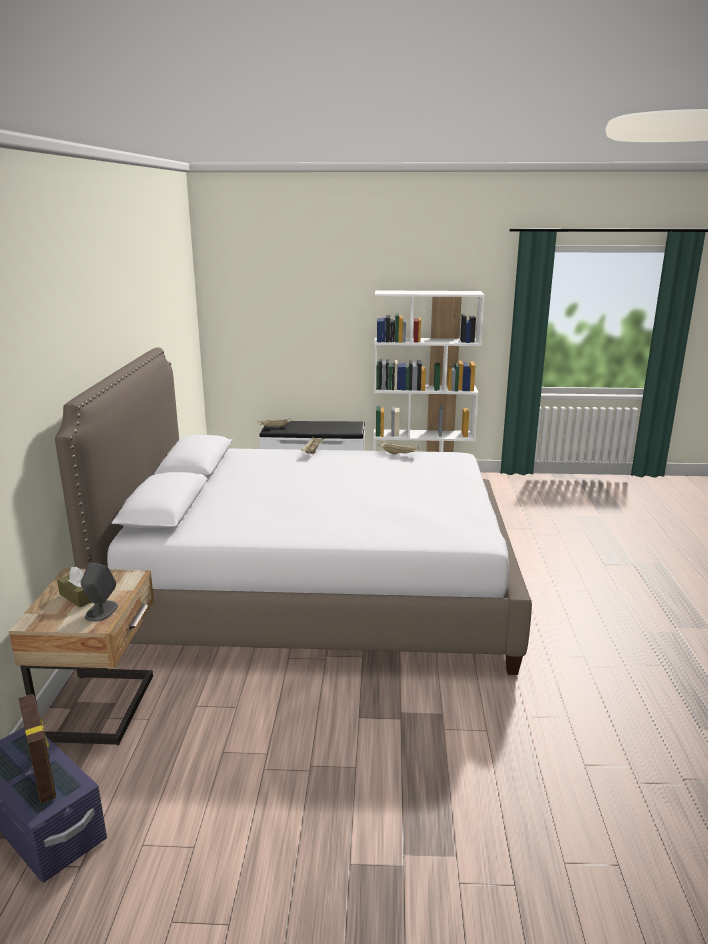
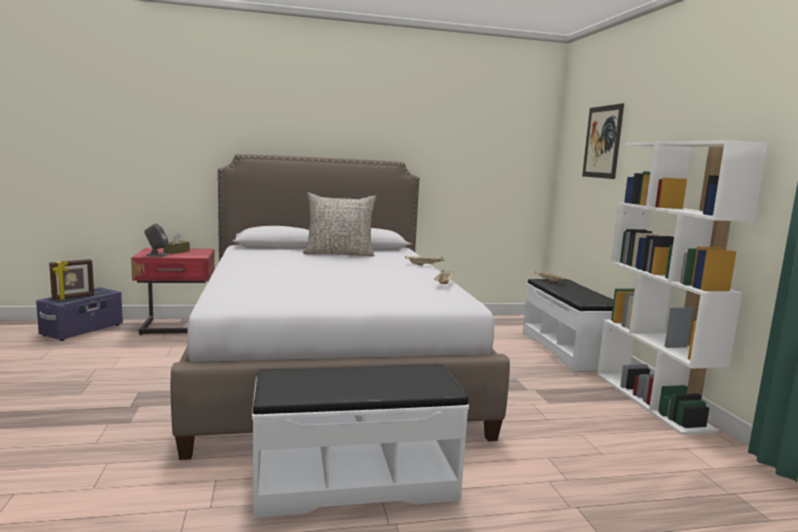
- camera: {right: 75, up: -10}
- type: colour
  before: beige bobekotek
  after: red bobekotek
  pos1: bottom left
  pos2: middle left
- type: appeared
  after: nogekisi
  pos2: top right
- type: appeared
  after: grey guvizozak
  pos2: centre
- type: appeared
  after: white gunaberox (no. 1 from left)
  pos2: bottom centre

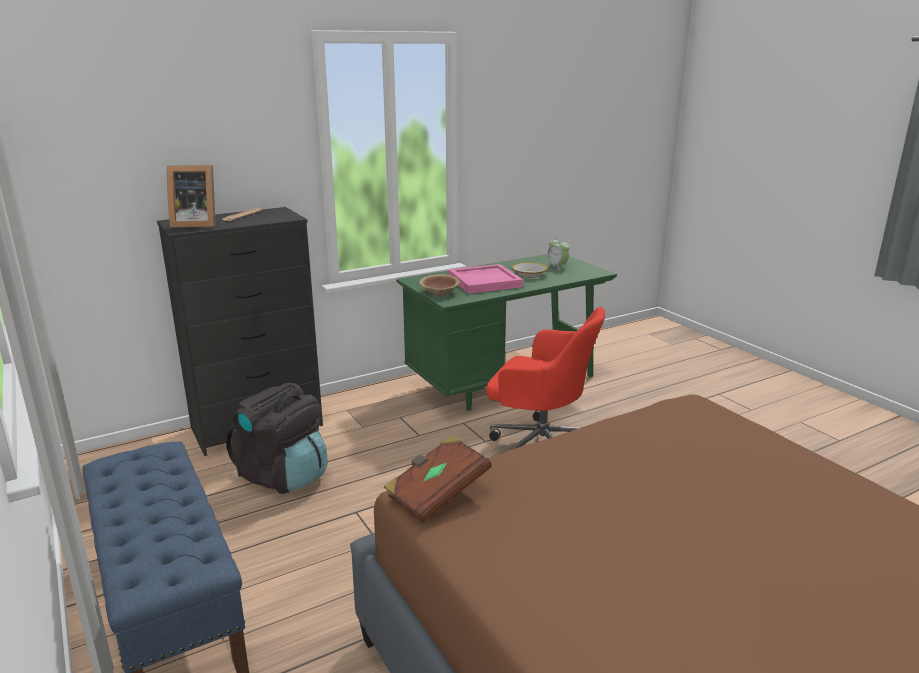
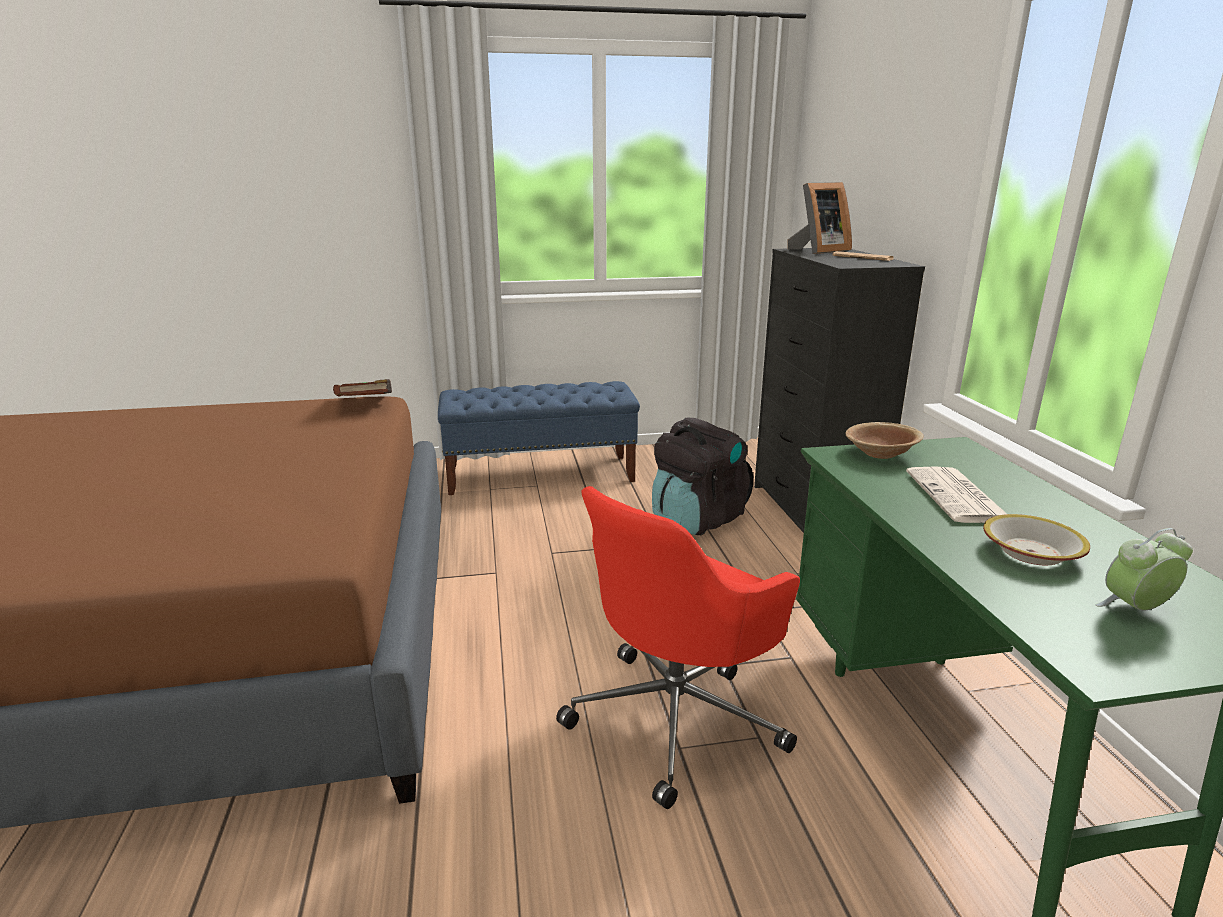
- camera: {right: 110, up: 0}
- type: spun
  before: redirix
  pos1: top left
  pos2: top right
  turn: -135
- type: exchanged
  before: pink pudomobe
  after: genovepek (no. 2 from left)
  pos1: centre
  pos2: middle right

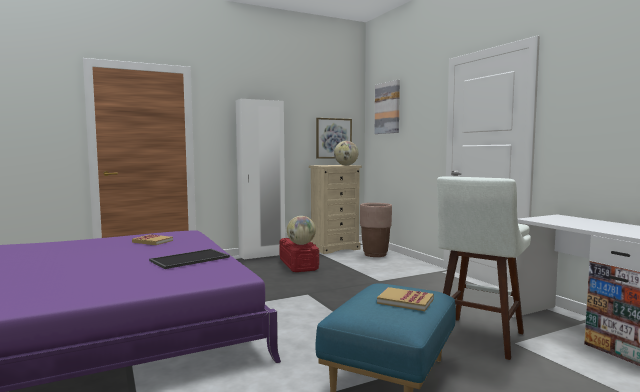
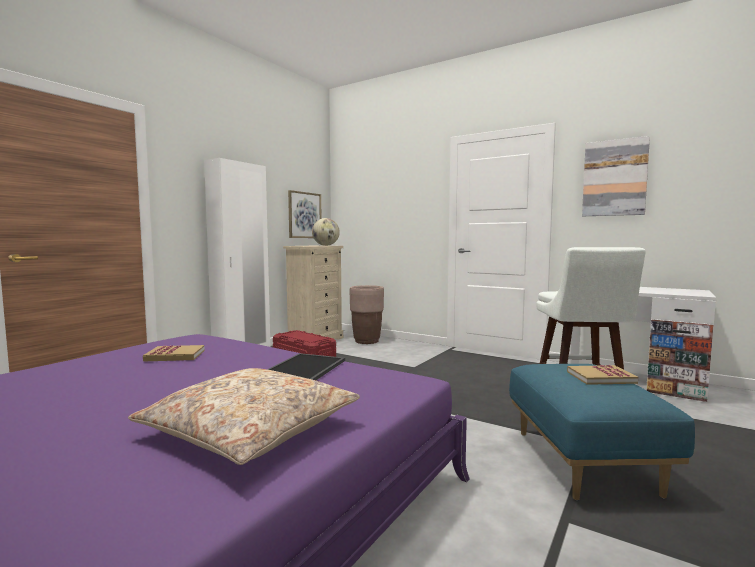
- camera: {right: -30, up: 0}
- type: relocated
  before: nogekisi (no. 2 from left)
  pos1: top centre
  pos2: top right
- type: missing
  before: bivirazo (no. 1 from left)
  pos1: centre
- type: appeared
  after: beige guvizozak
  pos2: bottom left

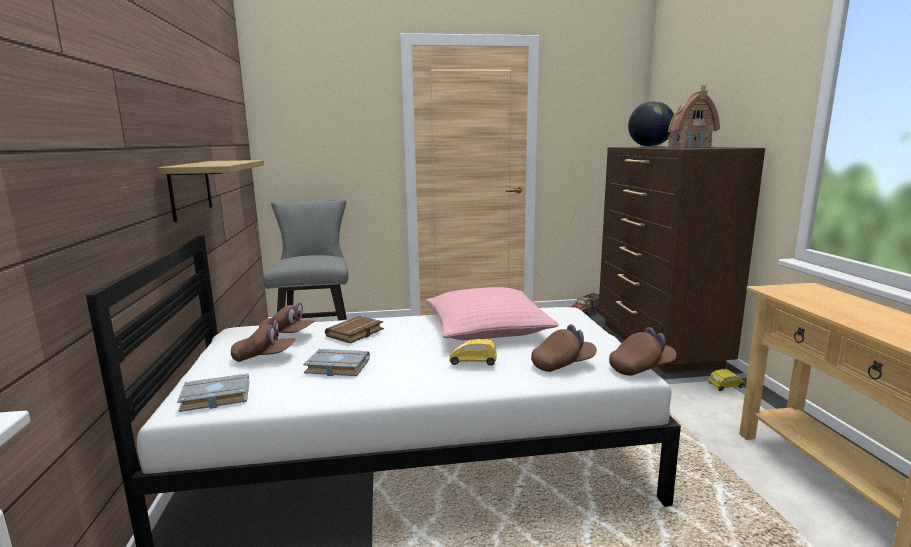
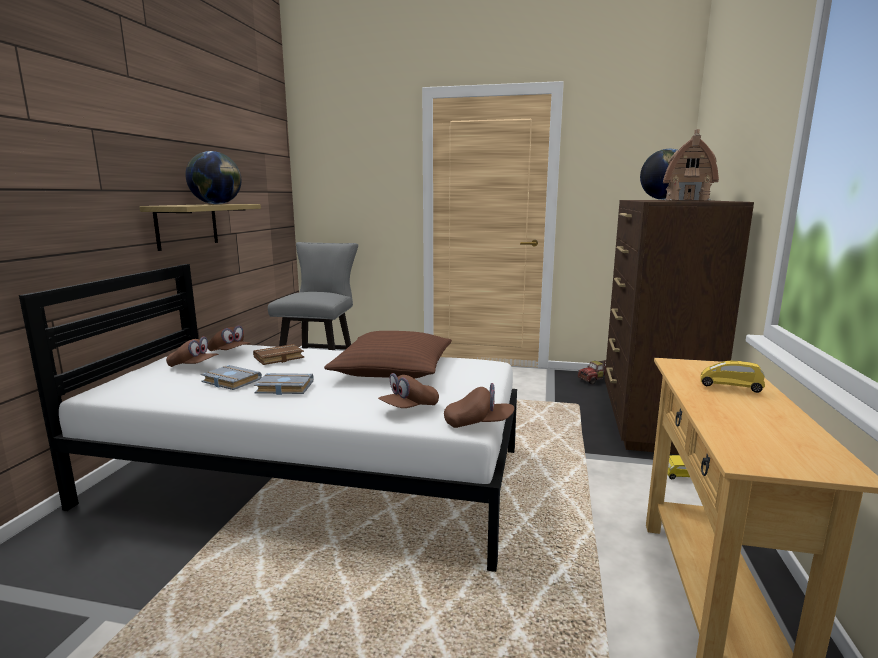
- camera: {right: 20, up: 0}
- type: colour
  before: pink guvizozak
  after: brown guvizozak
  pos1: centre
  pos2: centre
- type: spun
  before: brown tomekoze (no. 3 from left)
  pos1: centre
  pos2: centre
  turn: 135
- type: relocated
  before: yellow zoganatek (no. 1 from left in the first image)
  after: yellow zoganatek (no. 2 from left)
  pos1: centre
  pos2: middle right
- type: relocated
  before: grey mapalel (no. 1 from left in the first image)
  after: grey mapalel (no. 2 from left)
  pos1: bottom left
  pos2: middle left
- type: appeared
  after: bivirazo (no. 1 from left)
  pos2: top left

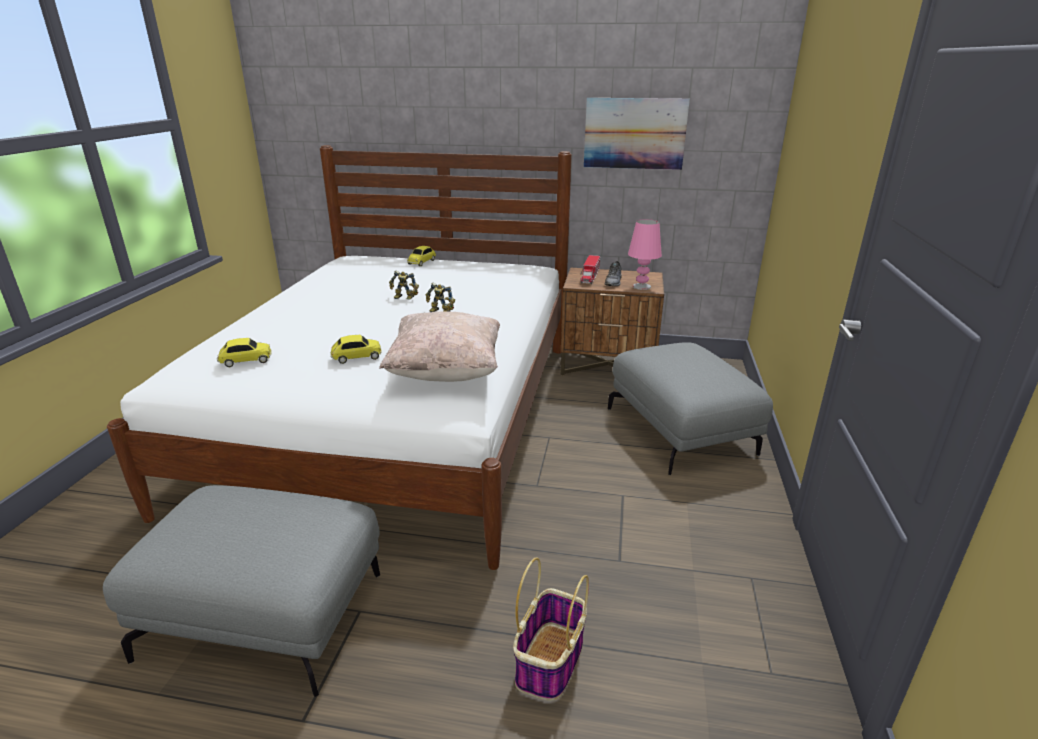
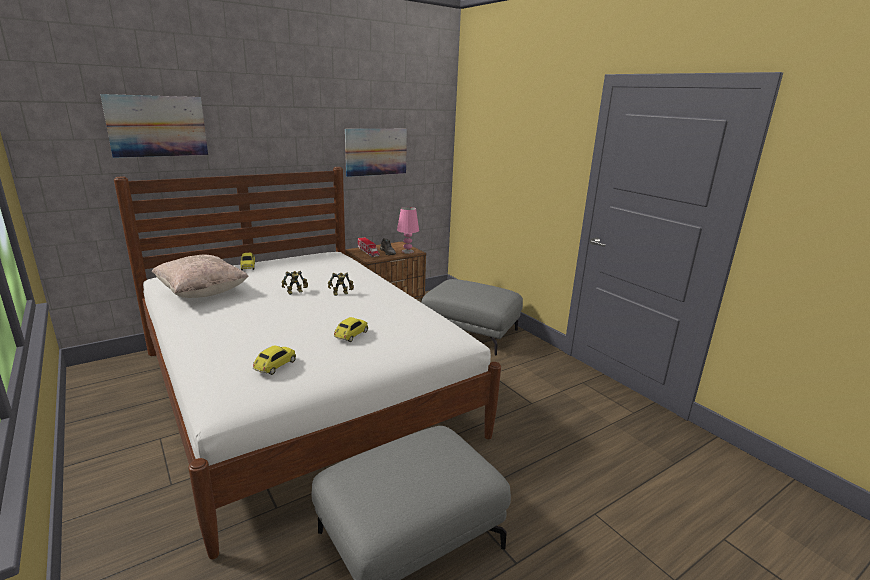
- camera: {right: -45, up: -5}
- type: relocated
  before: beige guvizozak
  pos1: centre
  pos2: middle left
- type: missing
  before: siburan
  pos1: bottom centre
- type: appeared
  after: nogekisi (no. 1 from left)
  pos2: top left

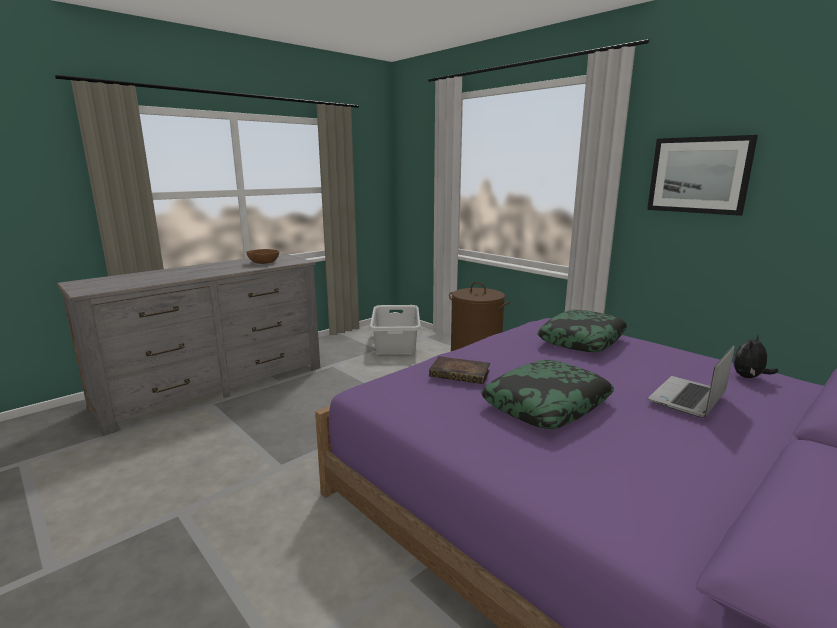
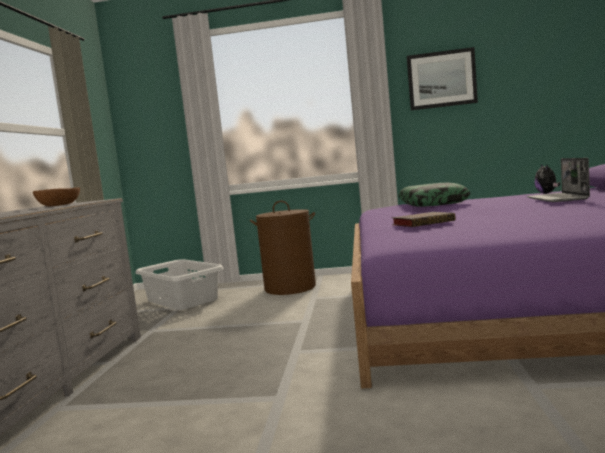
- camera: {right: -40, up: -10}
- type: missing
  before: guvizozak (no. 1 from left)
  pos1: centre

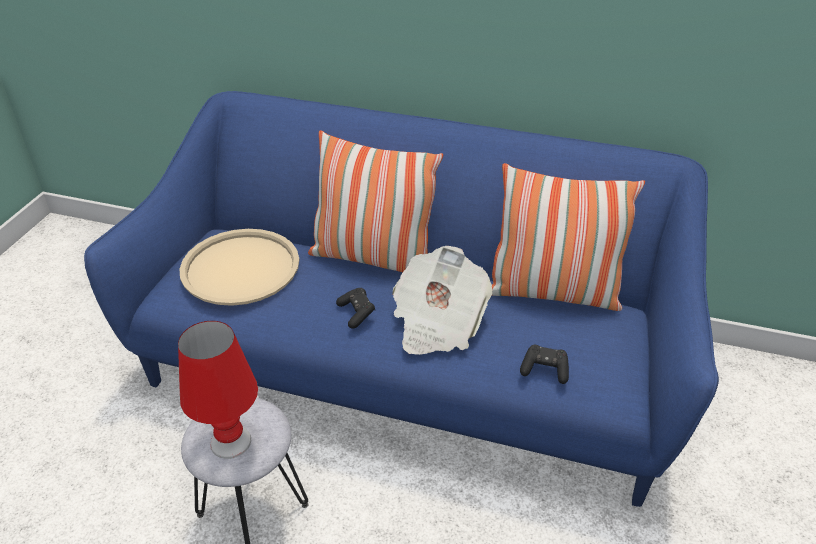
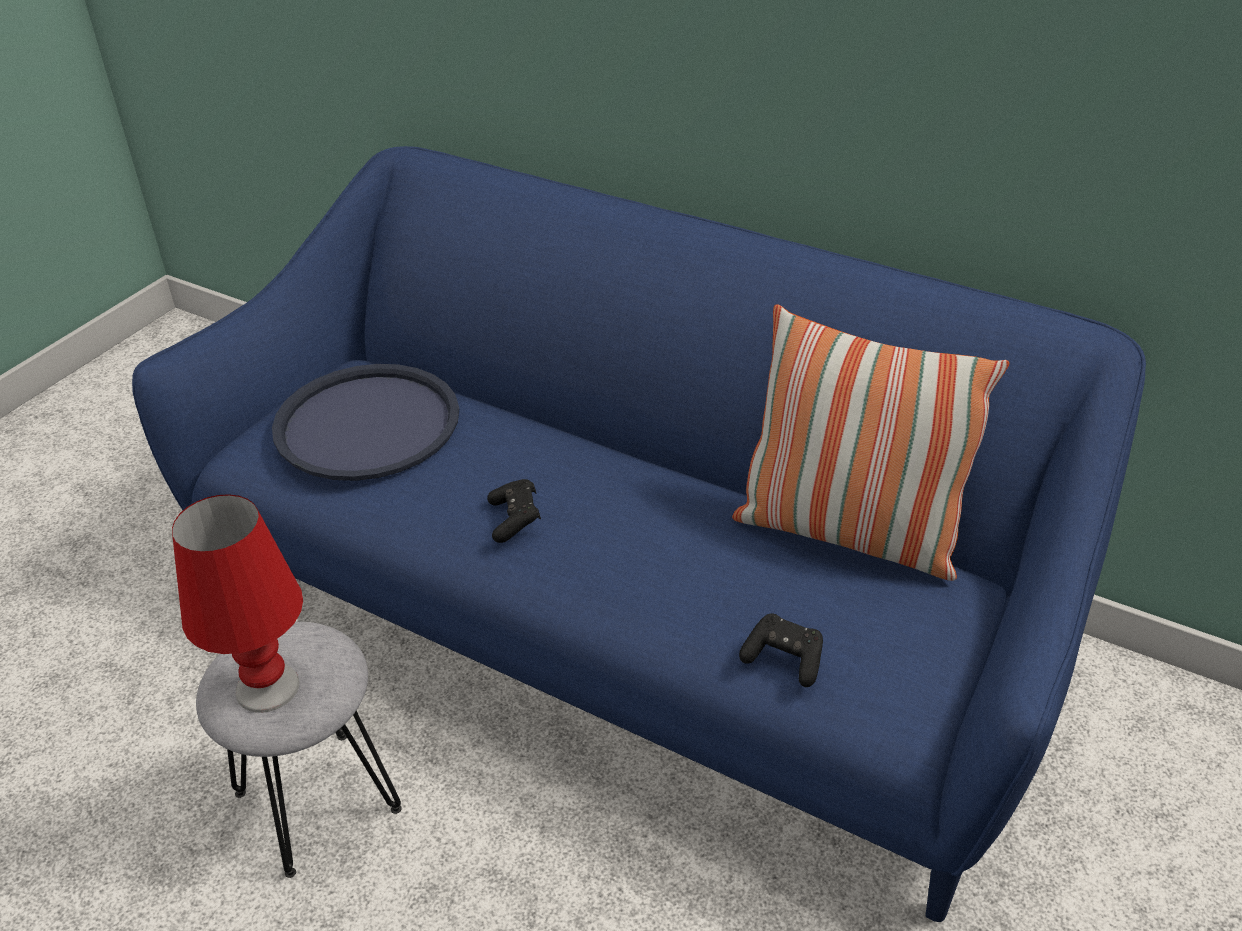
- camera: {right: 15, up: 0}
- type: missing
  before: guvizozak (no. 1 from left)
  pos1: centre
- type: colour
  before: beige pudomobe
  after: blue pudomobe
  pos1: middle left
  pos2: middle left
- type: missing
  before: genovepek
  pos1: centre

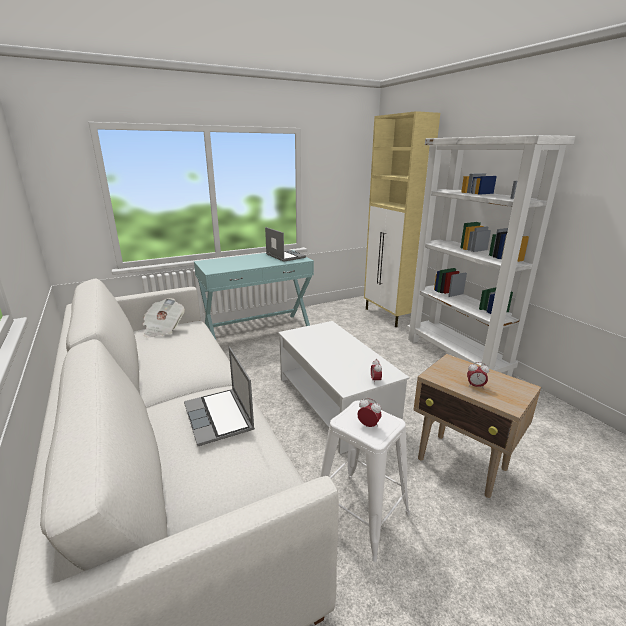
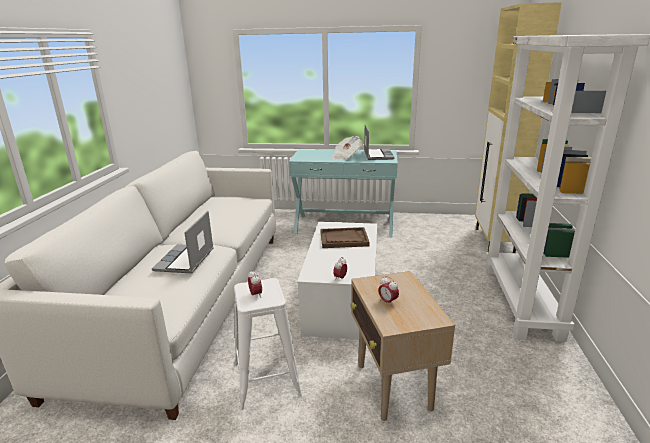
- camera: {right: 35, up: 0}
- type: relocated
  before: genovepek
  pos1: middle left
  pos2: top centre
- type: appeared
  after: brown pudomobe
  pos2: centre

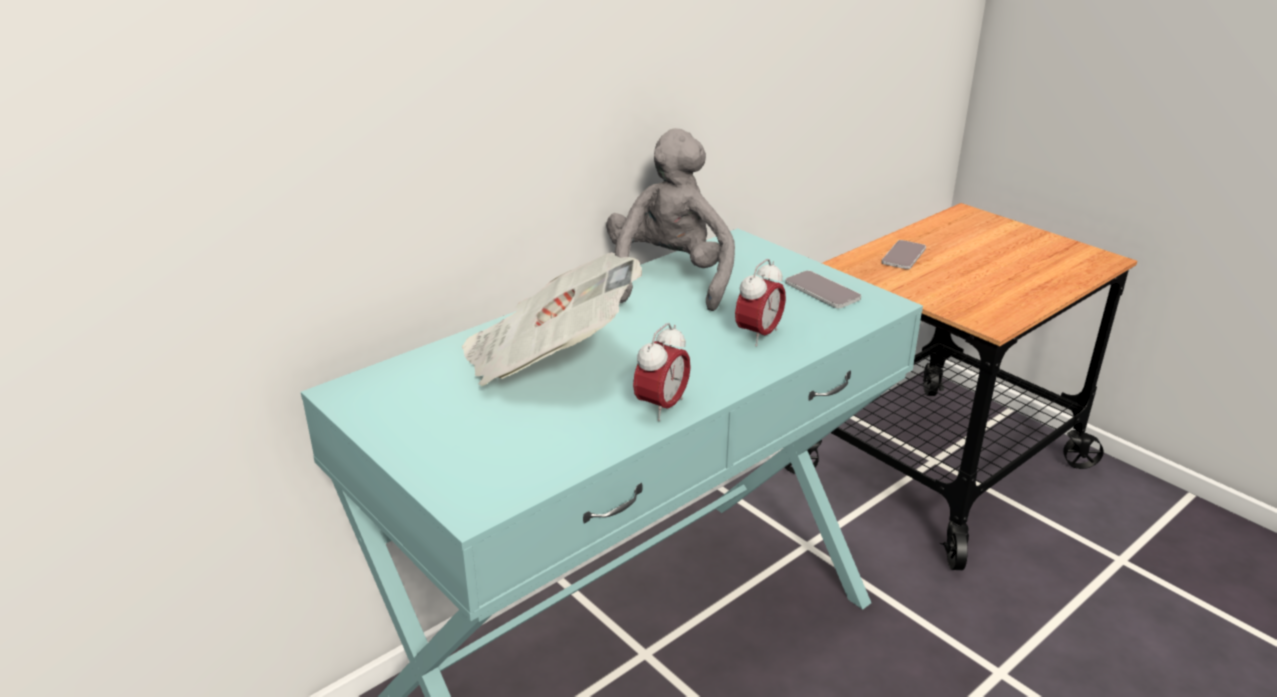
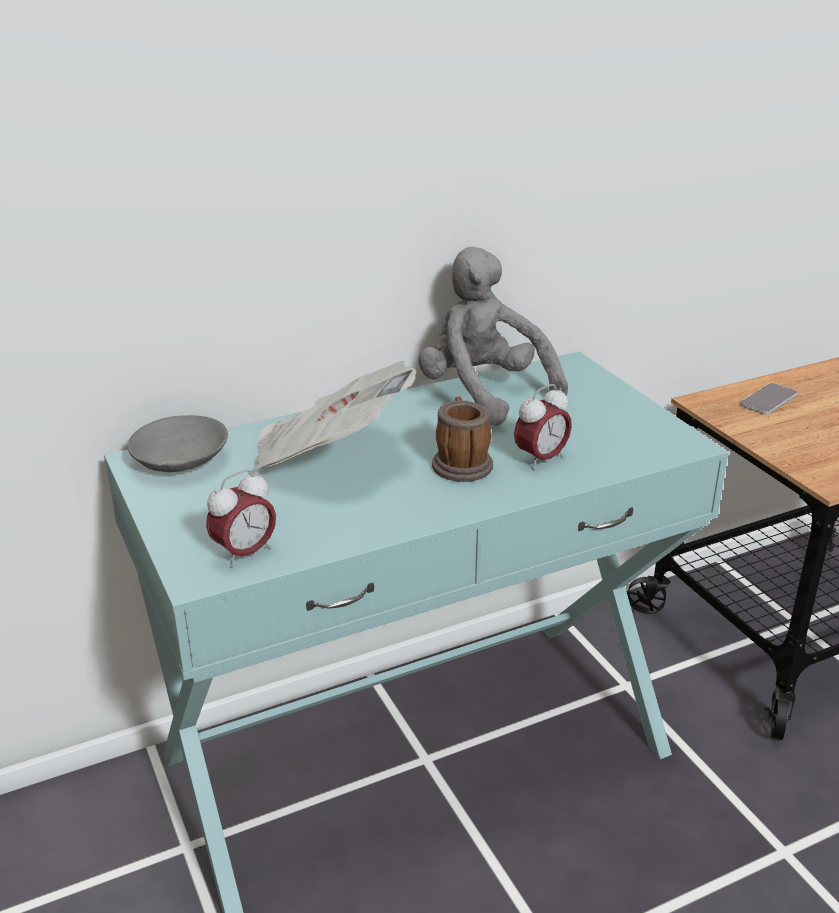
- camera: {right: 15, up: 0}
- type: spun
  before: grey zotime
  pos1: top centre
  pos2: centre
  turn: -60
- type: missing
  before: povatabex (no. 1 from left)
  pos1: centre
- type: relocated
  before: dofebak (no. 1 from left)
  pos1: centre
  pos2: middle left
- type: appeared
  after: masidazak
  pos2: centre
- type: appeared
  after: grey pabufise
  pos2: middle left

